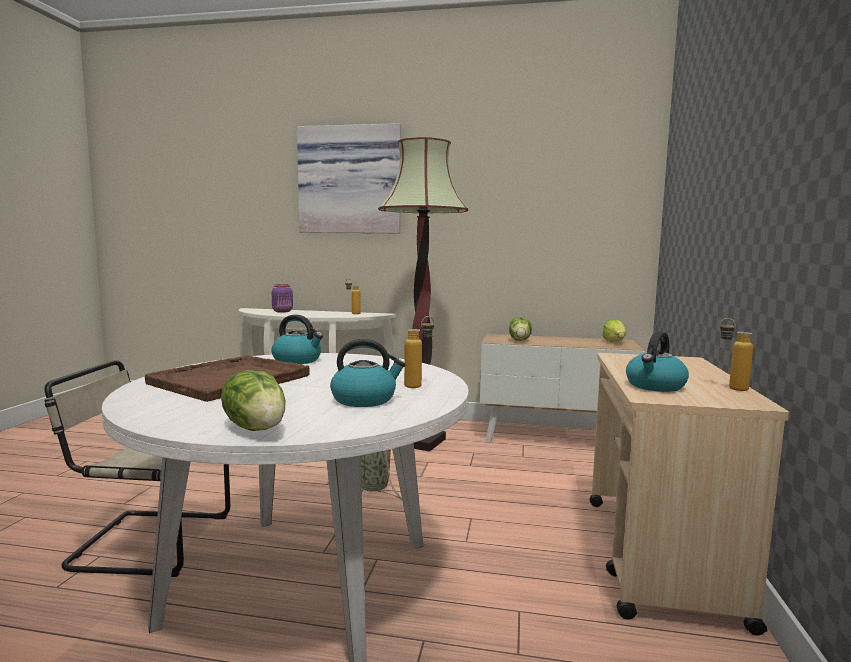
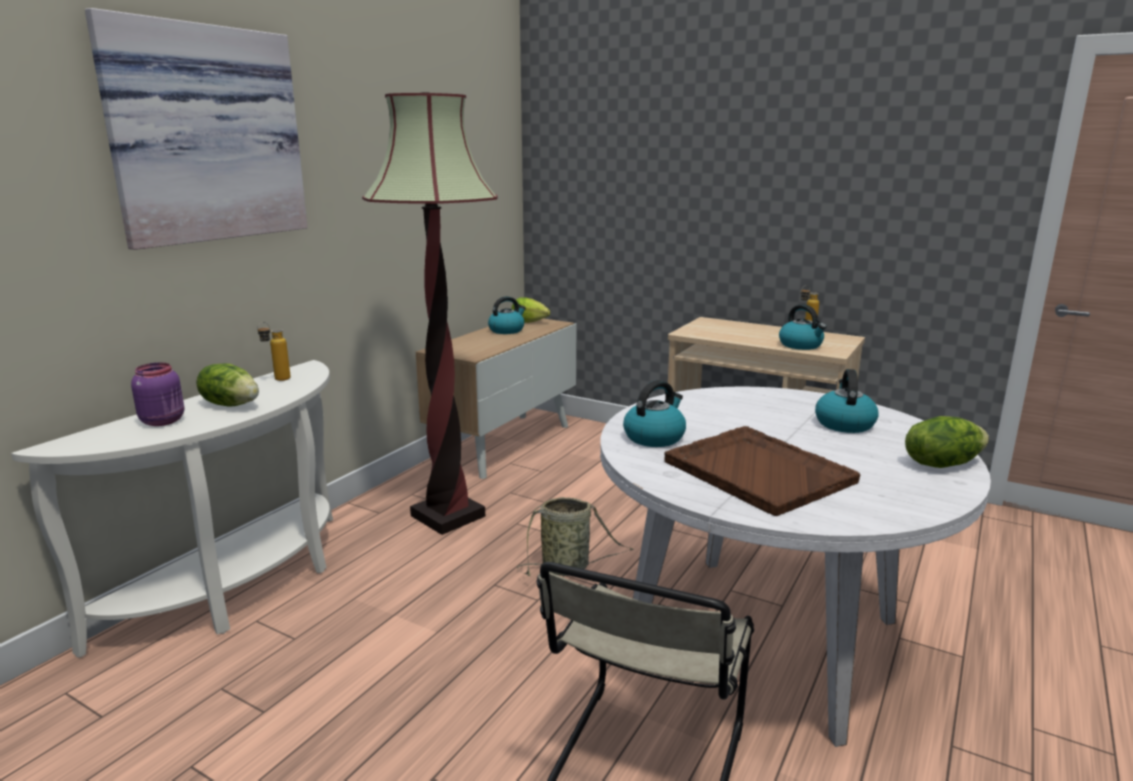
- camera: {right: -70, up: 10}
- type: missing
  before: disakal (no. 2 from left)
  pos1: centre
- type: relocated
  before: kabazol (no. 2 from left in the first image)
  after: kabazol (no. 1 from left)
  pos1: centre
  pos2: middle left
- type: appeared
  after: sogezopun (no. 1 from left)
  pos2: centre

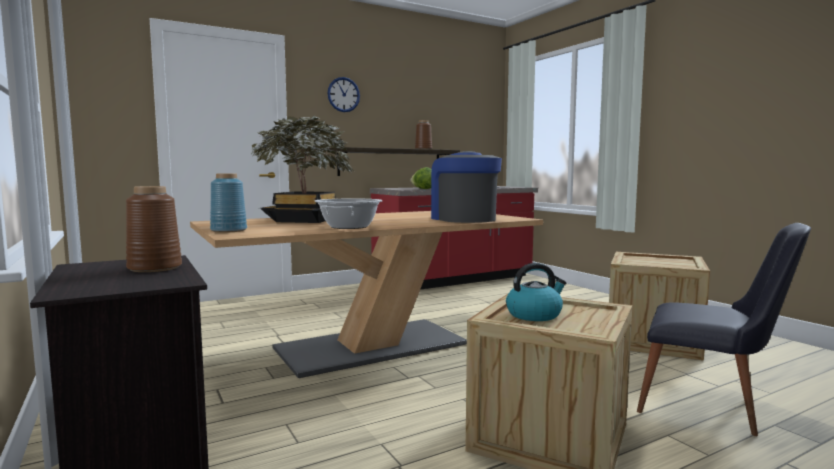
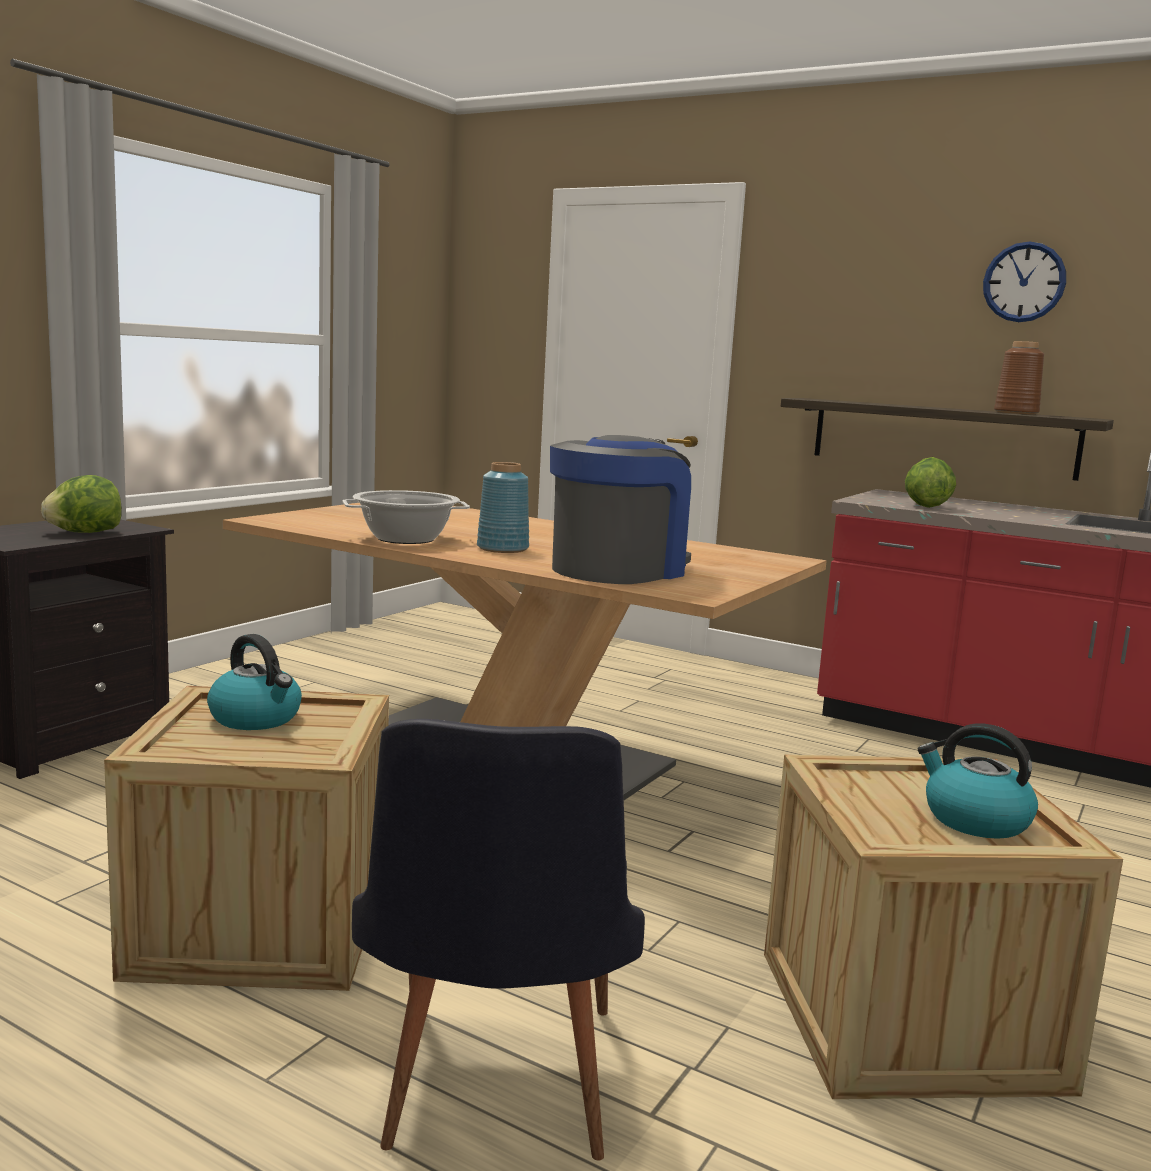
- camera: {right: 60, up: 5}
- type: relocated
  before: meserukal
  pos1: top centre
  pos2: top right
- type: missing
  before: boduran
  pos1: centre
- type: relocated
  before: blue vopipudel
  pos1: middle left
  pos2: centre
- type: exchanged
  before: brown vopipudel (no. 1 from left)
  after: kabazol (no. 1 from left)
  pos1: middle left
  pos2: middle left
- type: appeared
  after: sogezopun (no. 2 from left)
  pos2: bottom right

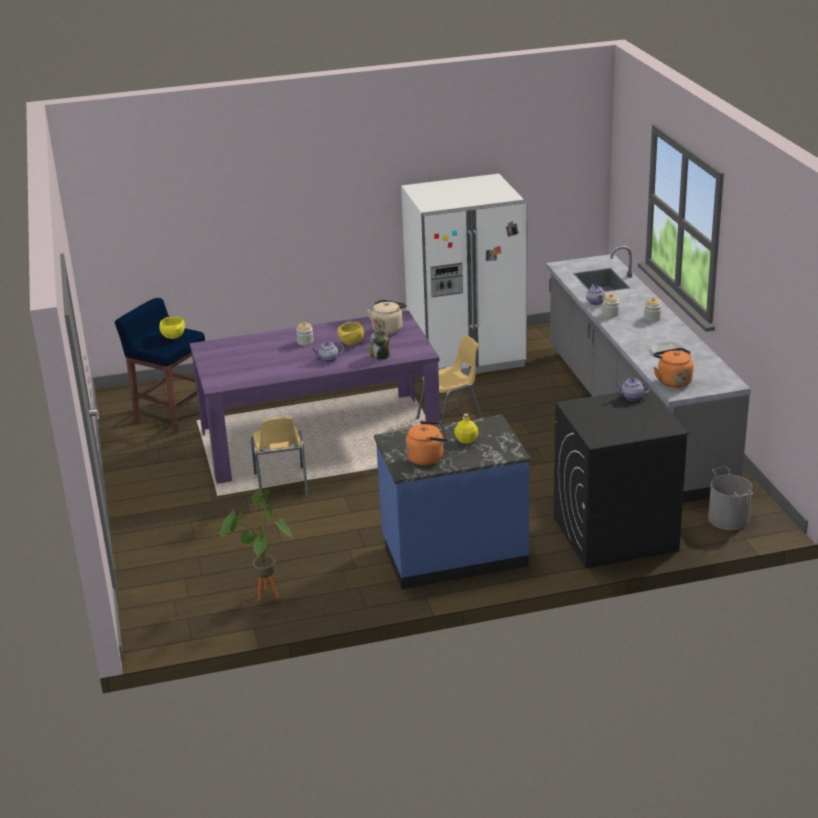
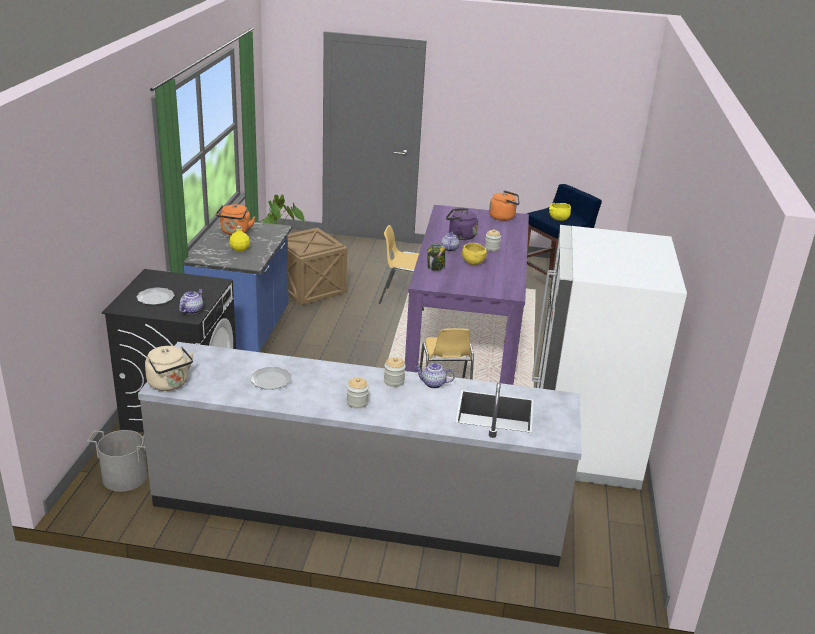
- camera: {right: 110, up: 0}
- type: relocated
  before: beige sogezopun
  pos1: centre
  pos2: middle left
- type: relocated
  before: orange sogezopun (no. 2 from left)
  pos1: middle right
  pos2: top centre
- type: appeared
  after: purple sogezopun
  pos2: centre
- type: appeared
  after: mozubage
  pos2: centre
- type: appeared
  after: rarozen (no. 1 from left)
  pos2: middle left

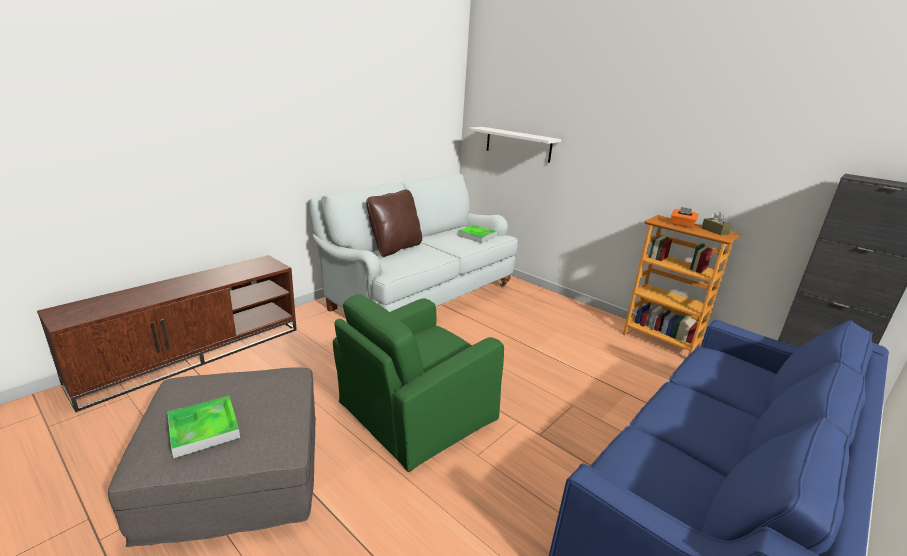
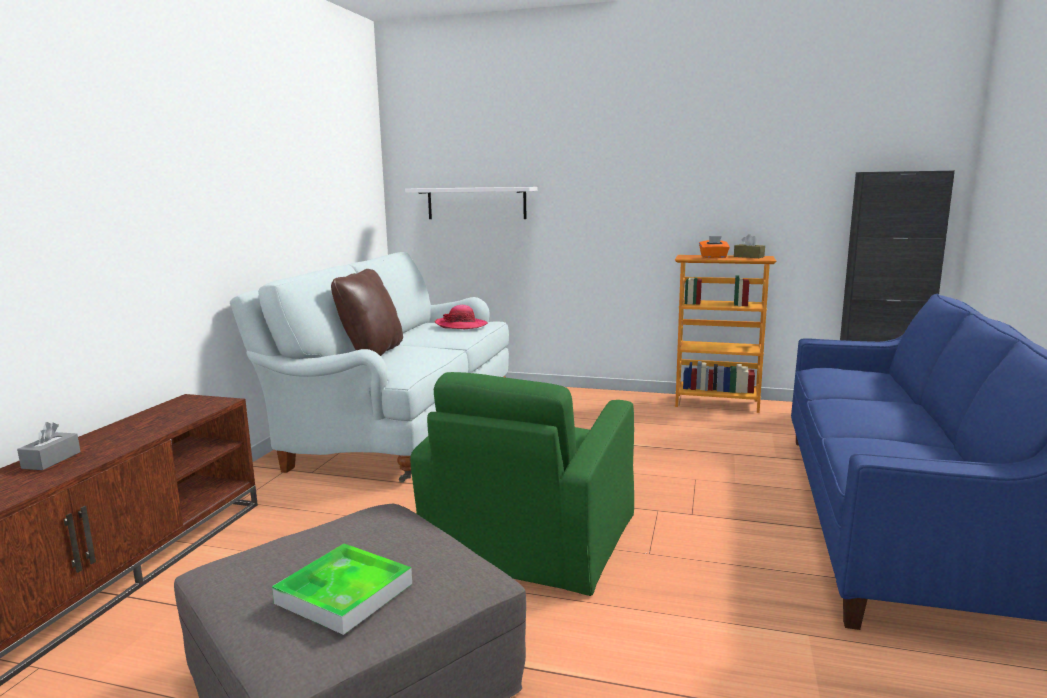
- camera: {right: -25, up: -10}
- type: exchanged
  before: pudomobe (no. 2 from left)
  after: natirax
  pos1: centre
  pos2: centre
- type: appeared
  after: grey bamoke
  pos2: middle left

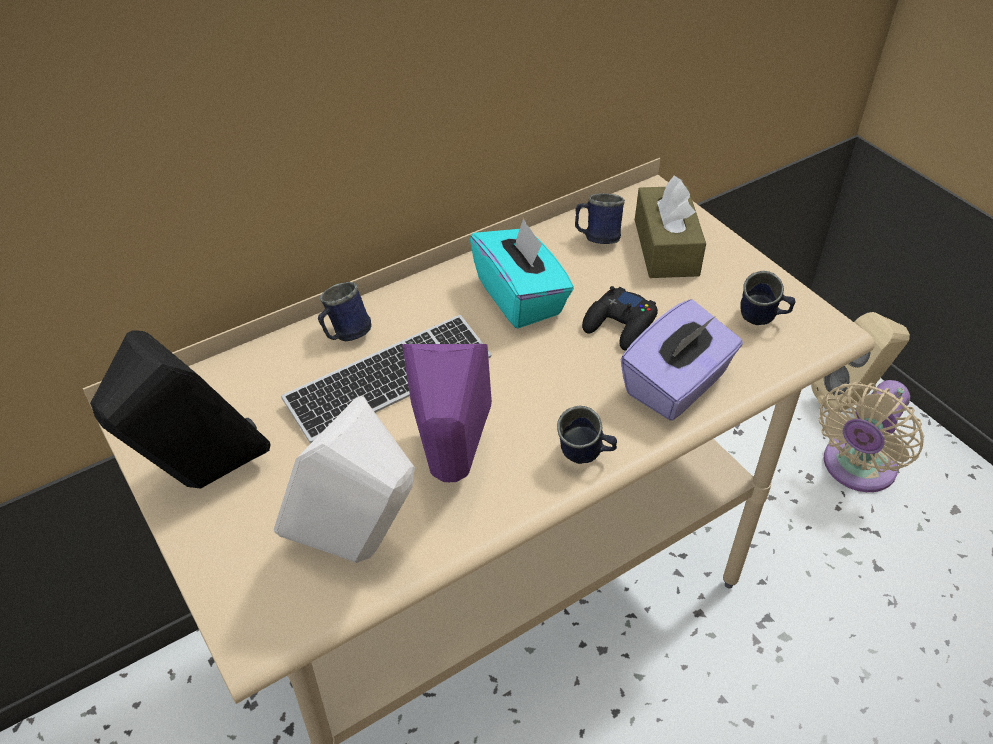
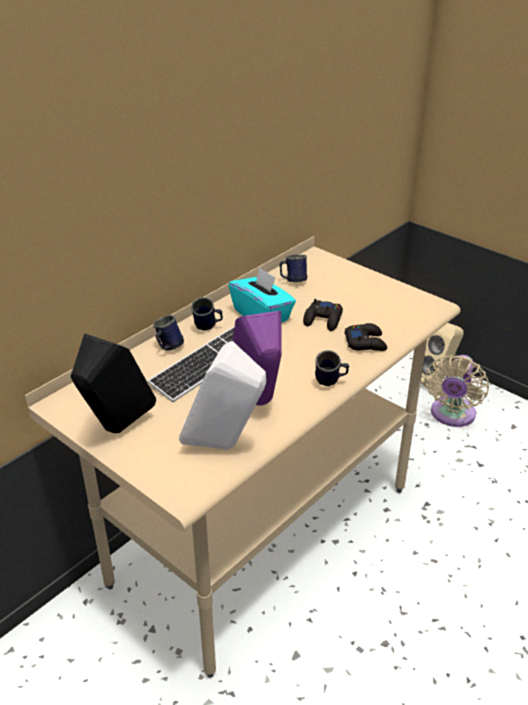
- camera: {right: -15, up: -10}
- type: missing
  before: brown bamoke
  pos1: top right
- type: relocated
  before: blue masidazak (no. 4 from left in the first image)
  after: blue masidazak (no. 2 from left)
  pos1: middle right
  pos2: centre
- type: exchanged
  before: purple bamoke
  after: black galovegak (no. 2 from left)
  pos1: middle right
  pos2: middle right

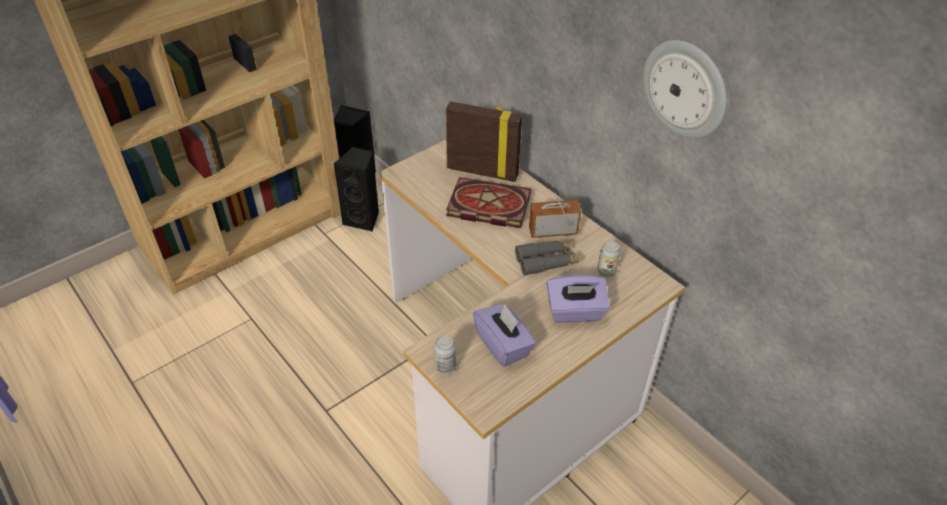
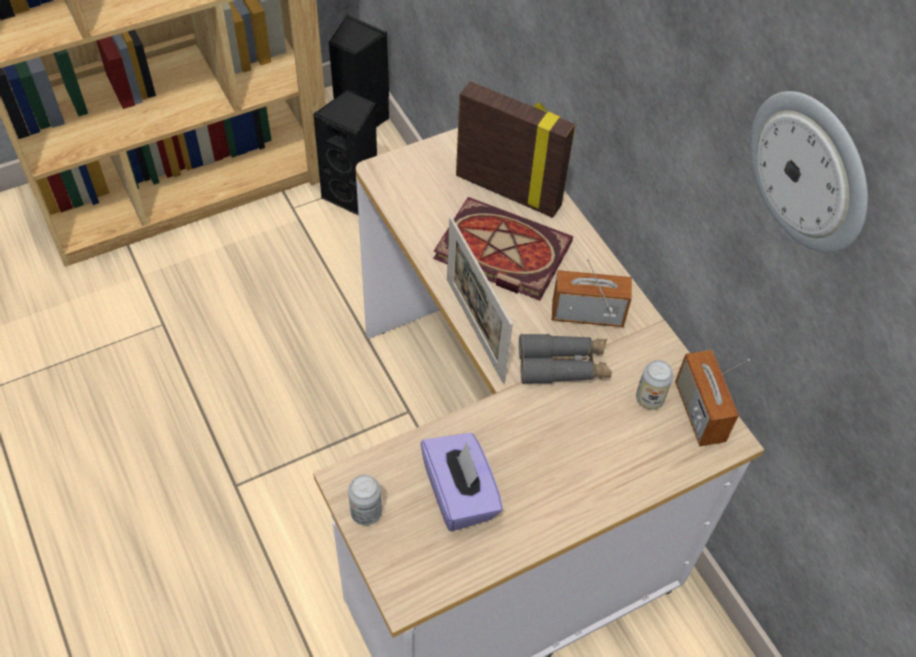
- camera: {right: 10, up: 10}
- type: missing
  before: purple bamoke (no. 2 from left)
  pos1: centre
- type: appeared
  after: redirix (no. 1 from left)
  pos2: centre
- type: appeared
  after: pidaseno (no. 2 from left)
  pos2: middle right

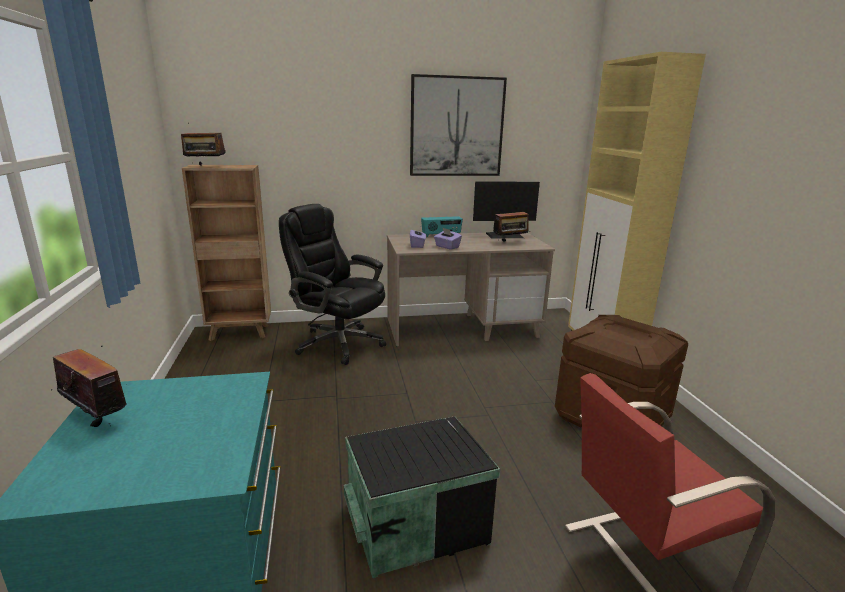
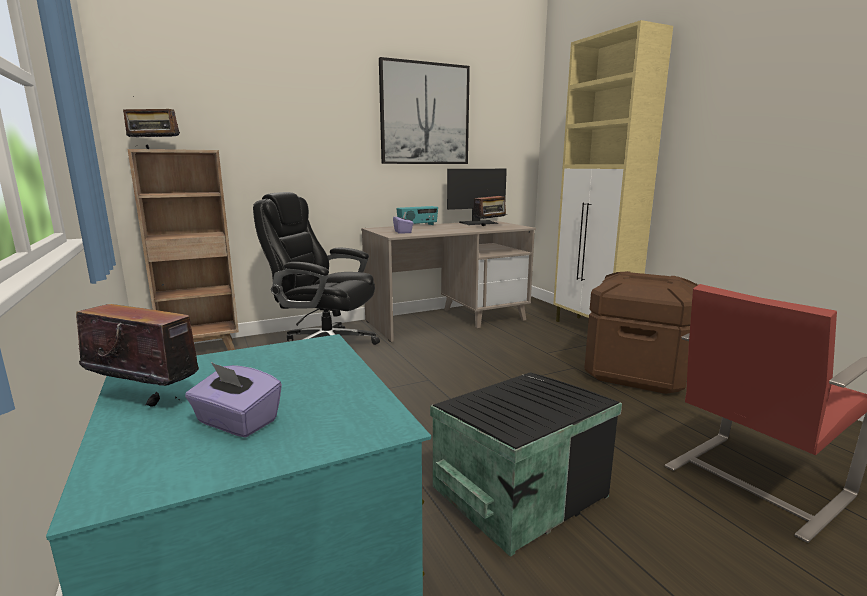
- camera: {right: -15, up: -5}
- type: relocated
  before: purple bamoke (no. 2 from left in the first image)
  after: purple bamoke (no. 1 from left)
  pos1: centre
  pos2: bottom left

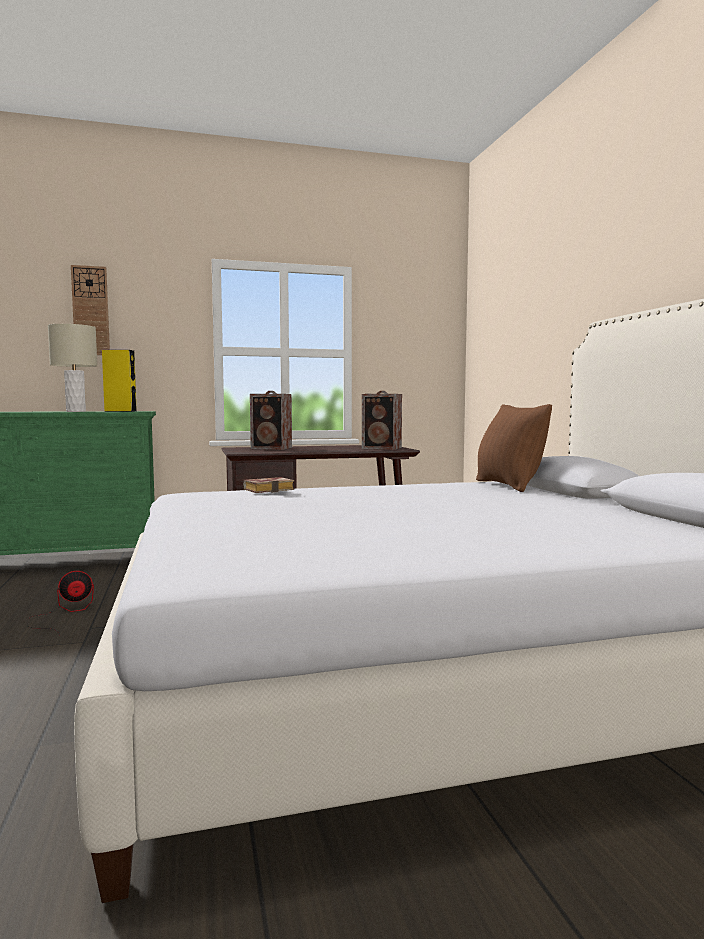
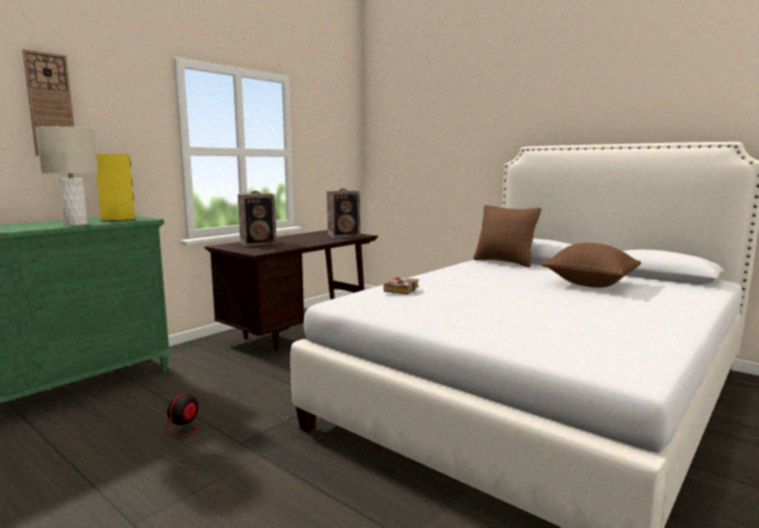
- camera: {right: -35, up: 5}
- type: appeared
  after: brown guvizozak (no. 2 from left)
  pos2: middle right

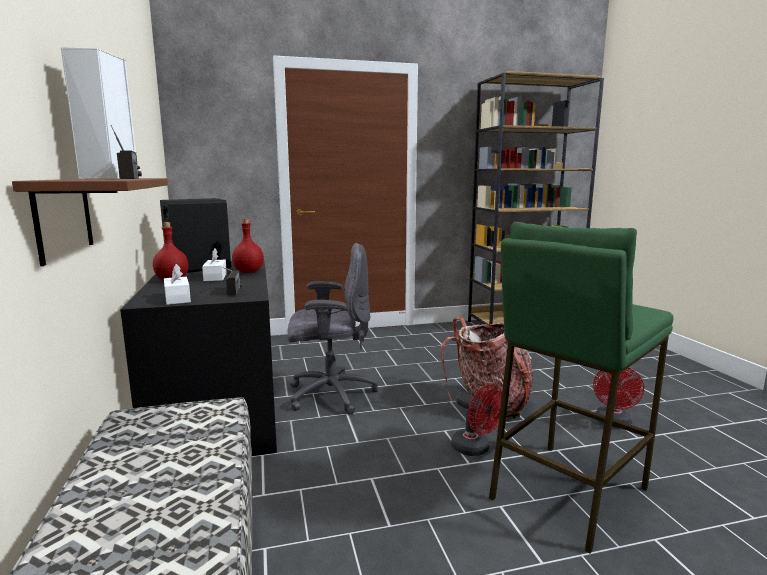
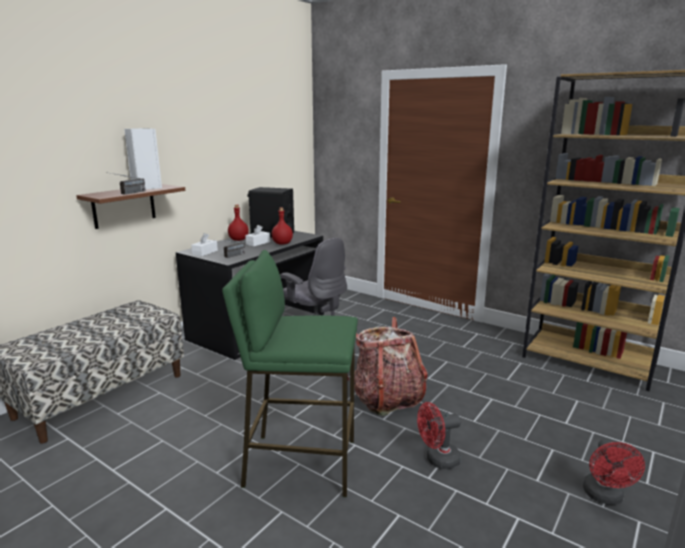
- camera: {right: 50, up: 5}
- type: relocated
  before: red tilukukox (no. 1 from left in the first image)
  after: red tilukukox (no. 2 from left)
  pos1: bottom centre
  pos2: bottom right

